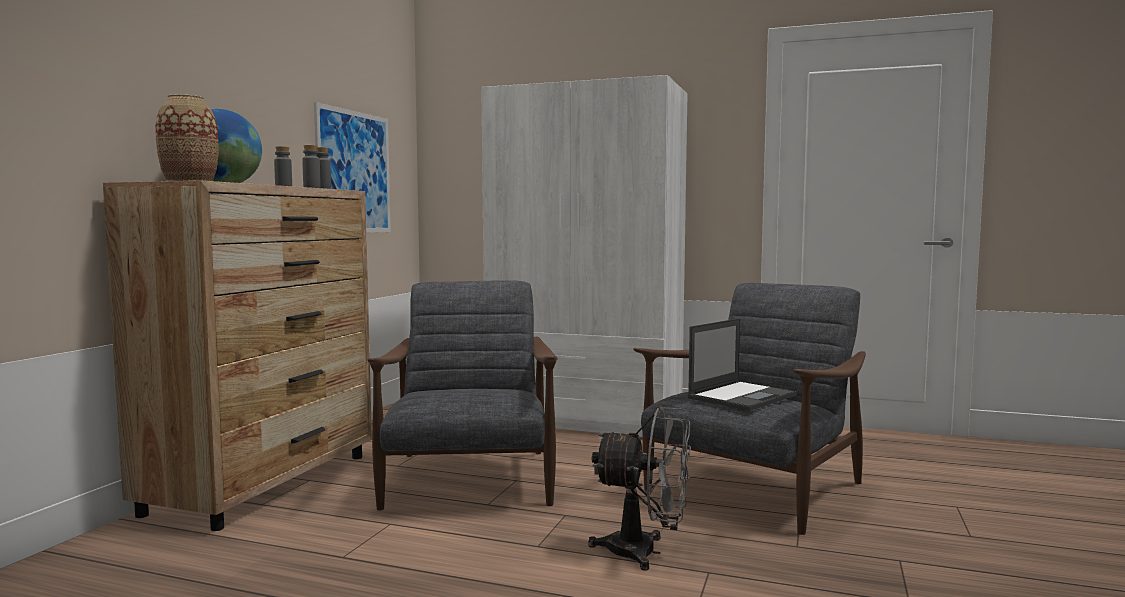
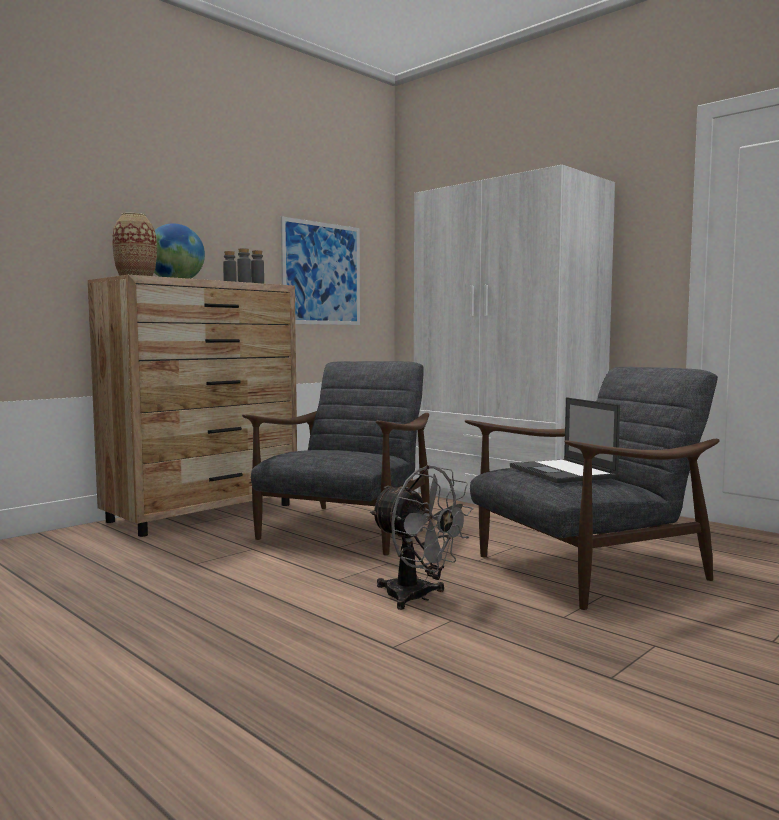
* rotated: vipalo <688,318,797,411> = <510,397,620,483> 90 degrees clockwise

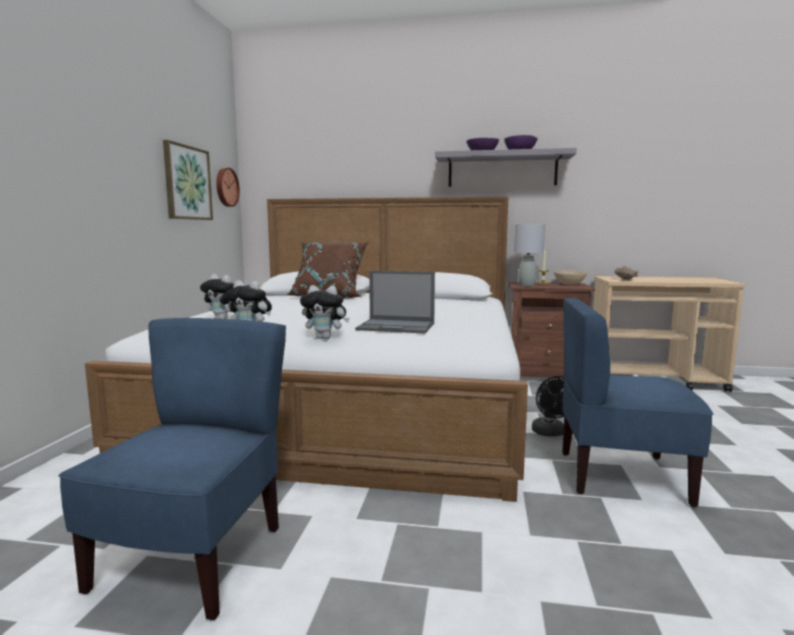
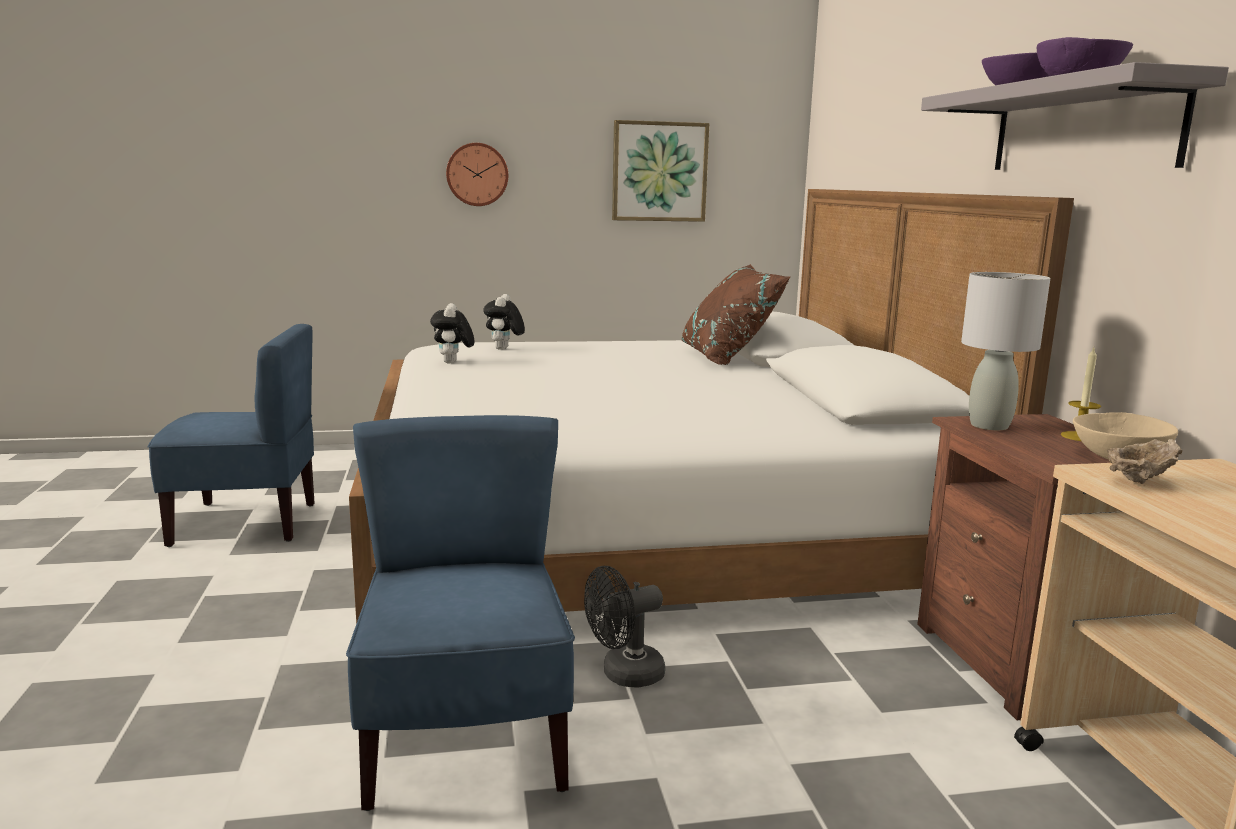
* shifted: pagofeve <216,167,240,207> to <446,143,508,206>
* gone: vipalo <355,271,435,334>
* gone: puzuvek <300,285,350,339>

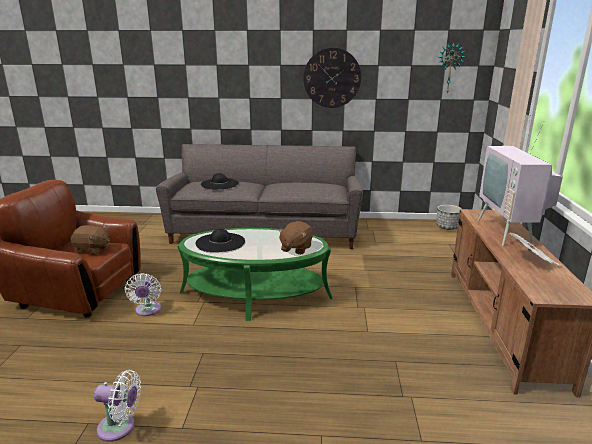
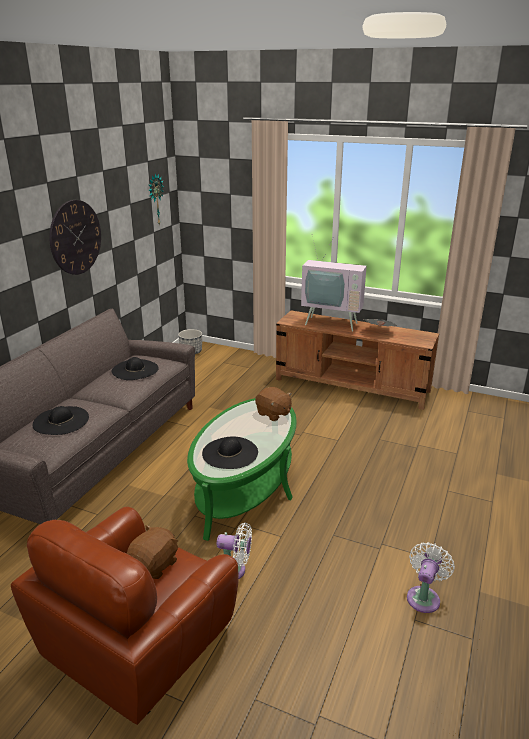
* new: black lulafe <111,357,158,380>

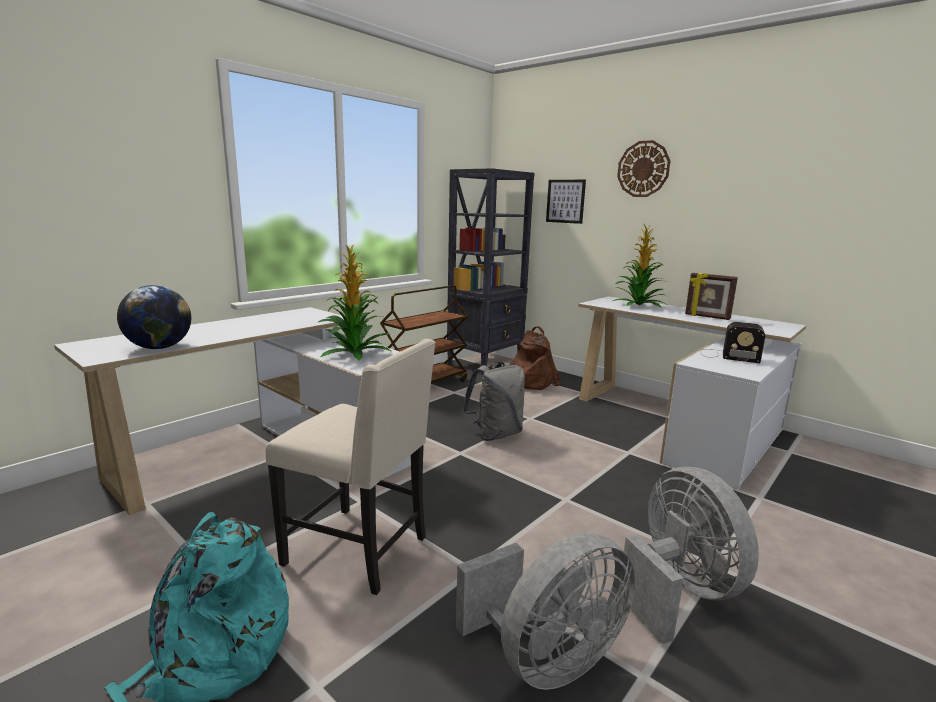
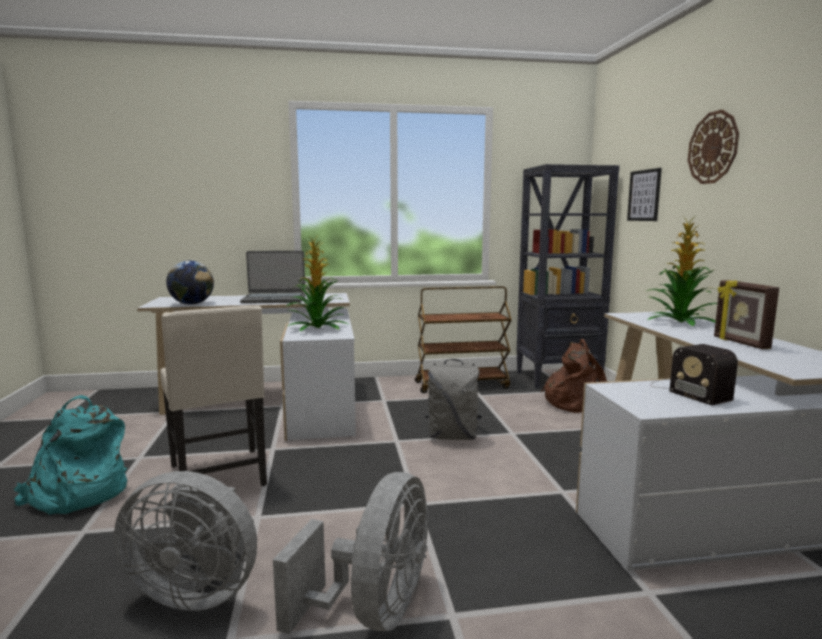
* new: vipalo <240,251,305,304>

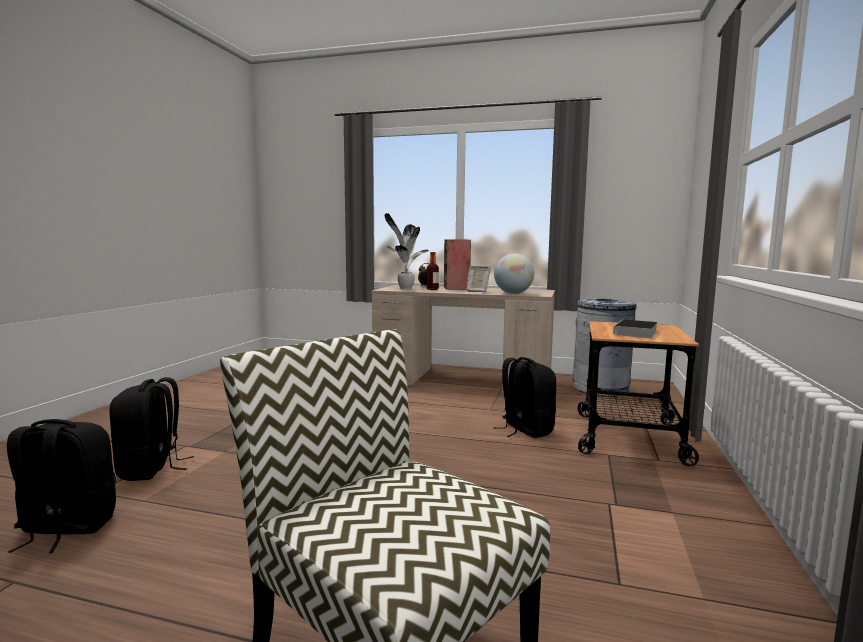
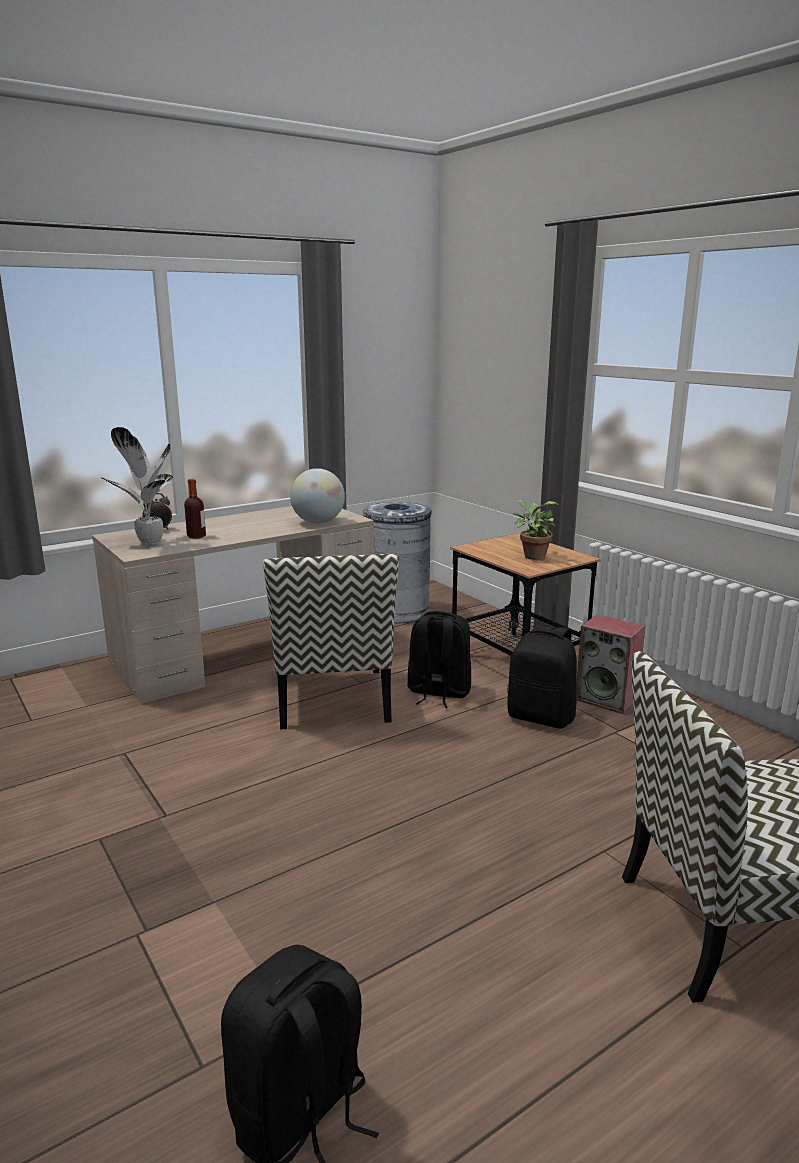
* shifted: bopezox <444,239,471,290> to <576,615,646,714>
* gone: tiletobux <466,266,491,292>
* swapped: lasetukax <613,320,658,338> to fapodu <513,499,559,560>
* shifted: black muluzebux <109,377,194,481> to <507,623,577,728>
* new: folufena <263,554,399,730>

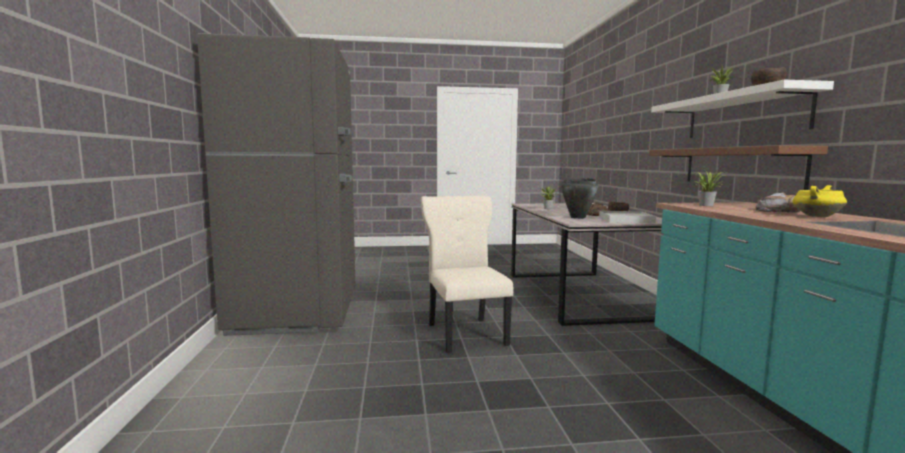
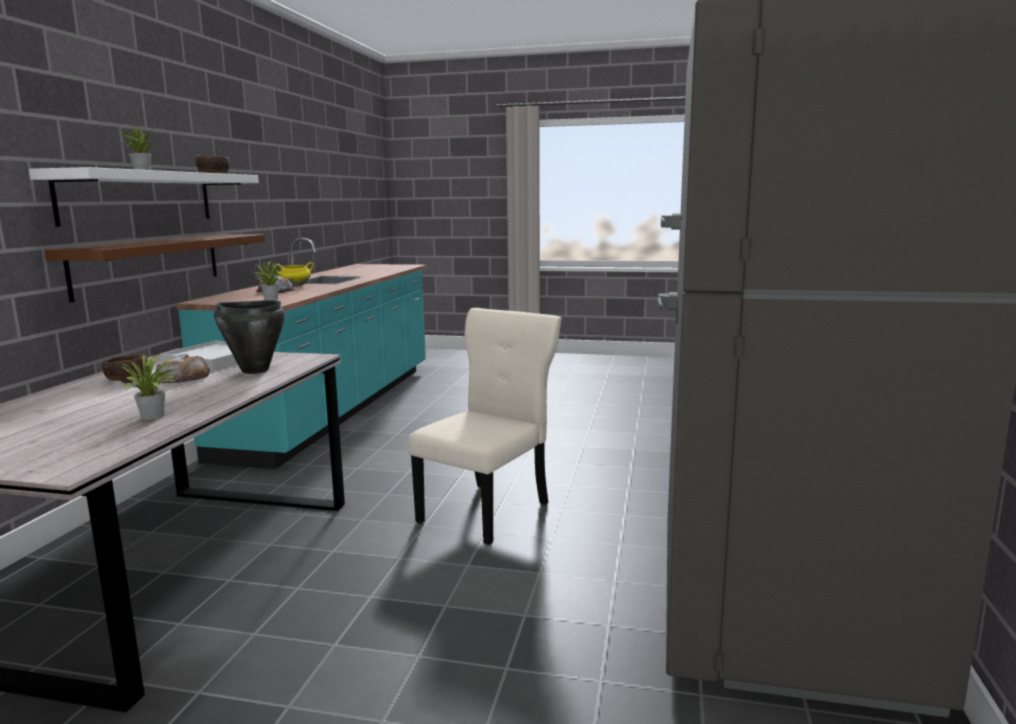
* rotated: beige folufena <421,196,514,353> = <408,308,561,545> 150 degrees counterclockwise

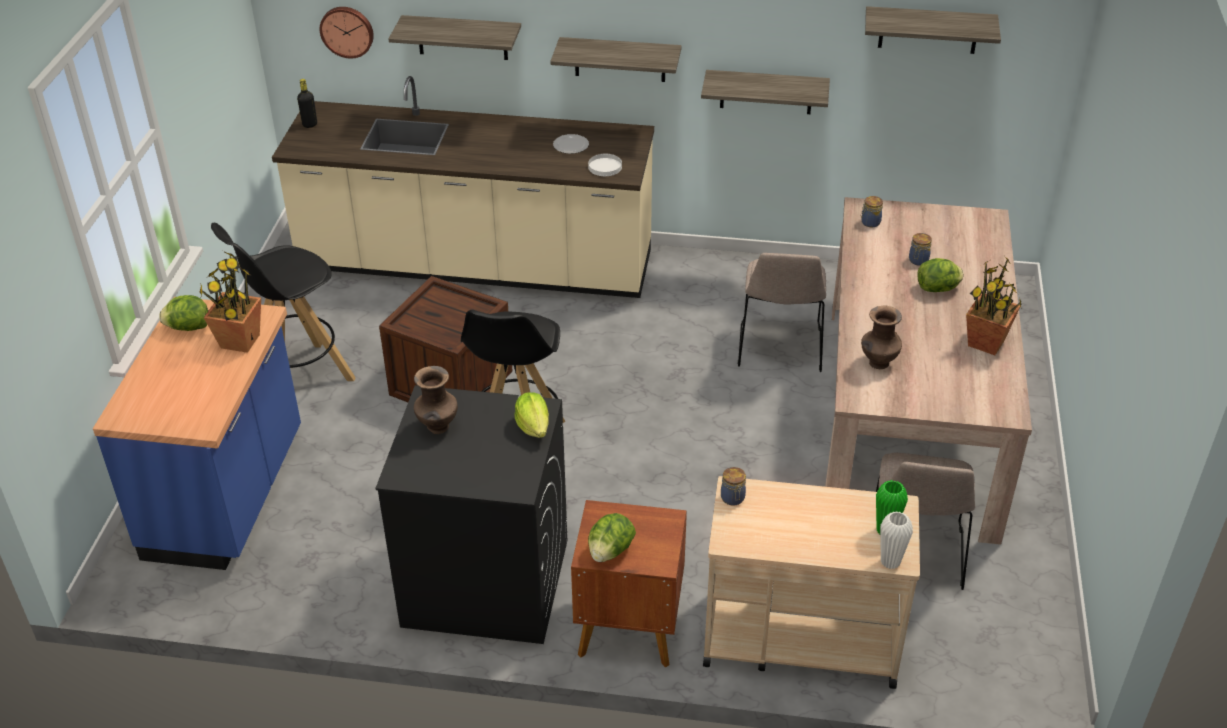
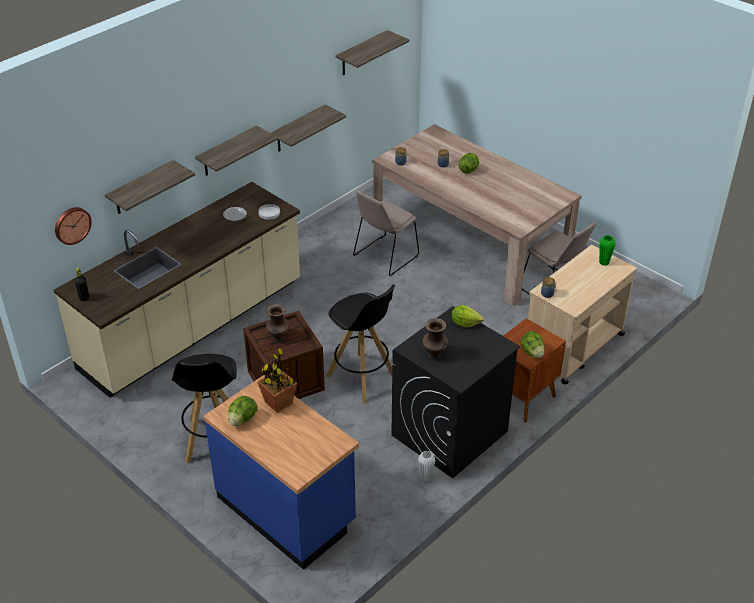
* rotated: beige folufena <738,253,826,372> = <353,190,419,276> 90 degrees clockwise
* gone: fapodu <966,254,1022,355>
* shifted: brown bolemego <861,306,902,369> to <266,304,290,341>
* shifted: white bolemego <880,511,913,569> to <418,451,435,481>

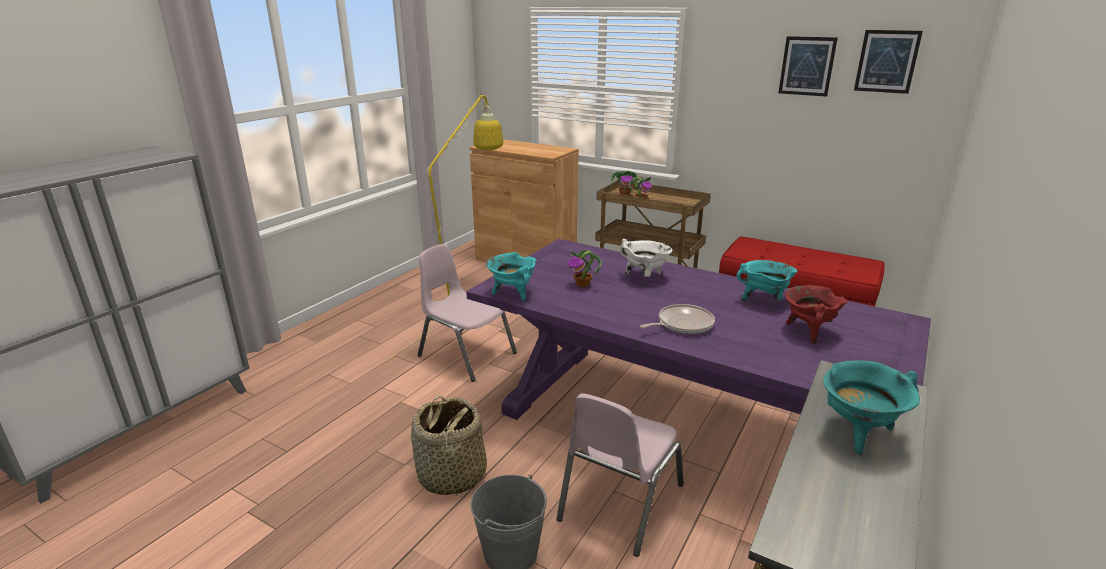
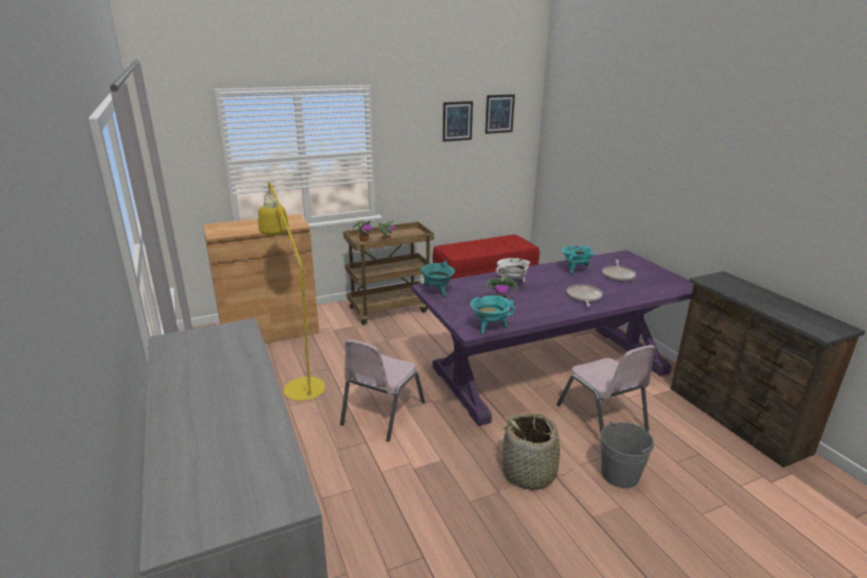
* rotated: pink folufena <418,244,517,382> = <340,340,425,441> 45 degrees counterclockwise
* swapped: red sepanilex <785,285,847,344> to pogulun <602,259,636,281>
* shifted: turquoise sepanilex <823,360,920,455> to <420,261,455,297>

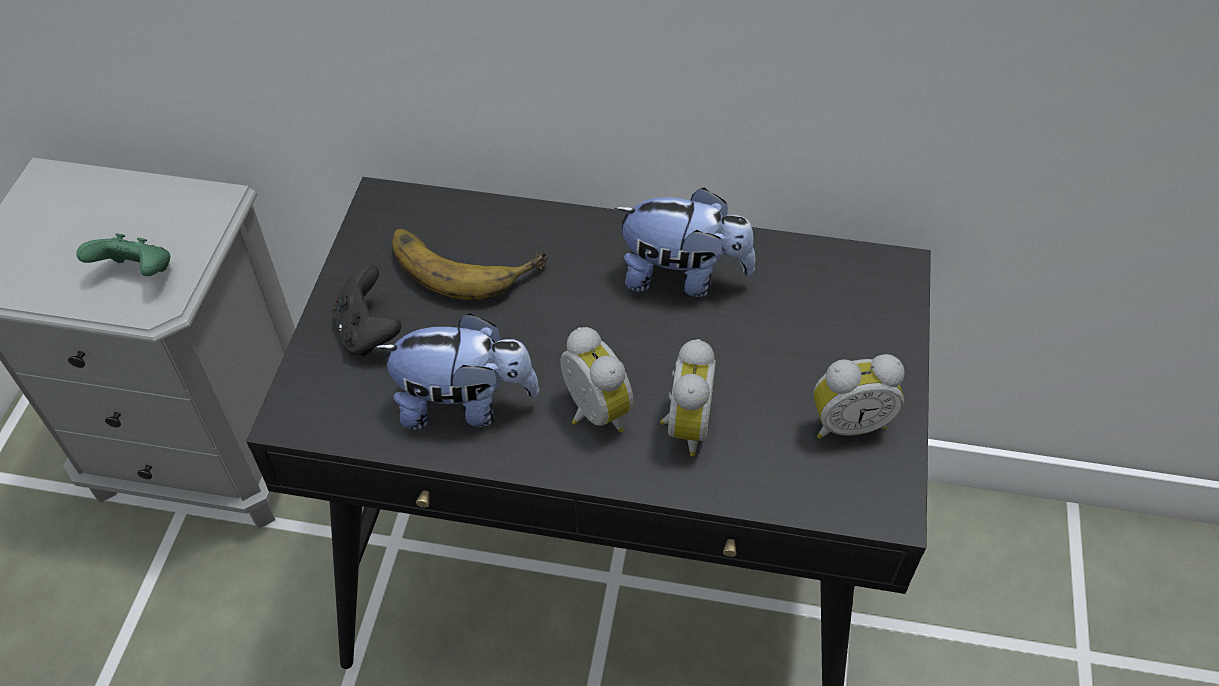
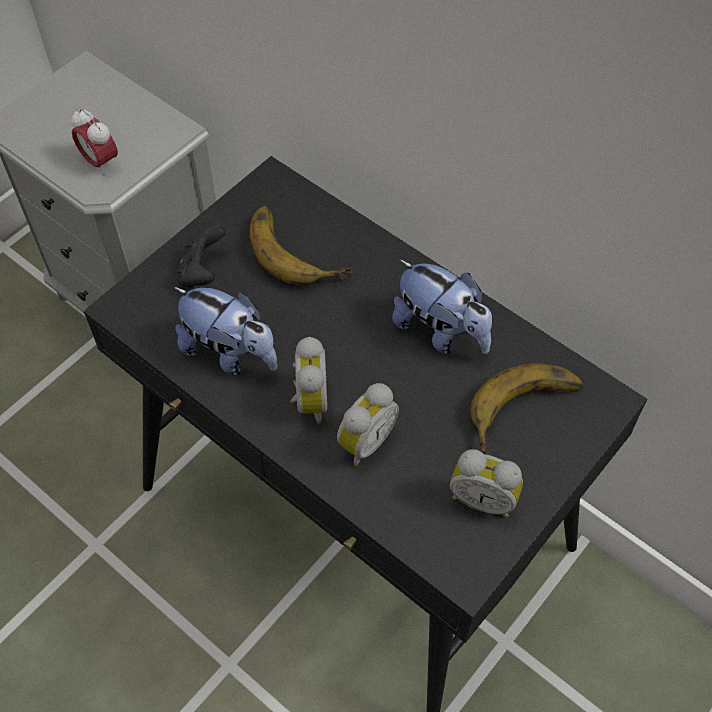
* swapped: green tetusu <76,233,170,276> to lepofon <72,108,118,175>
* new: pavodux <470,363,583,456>

